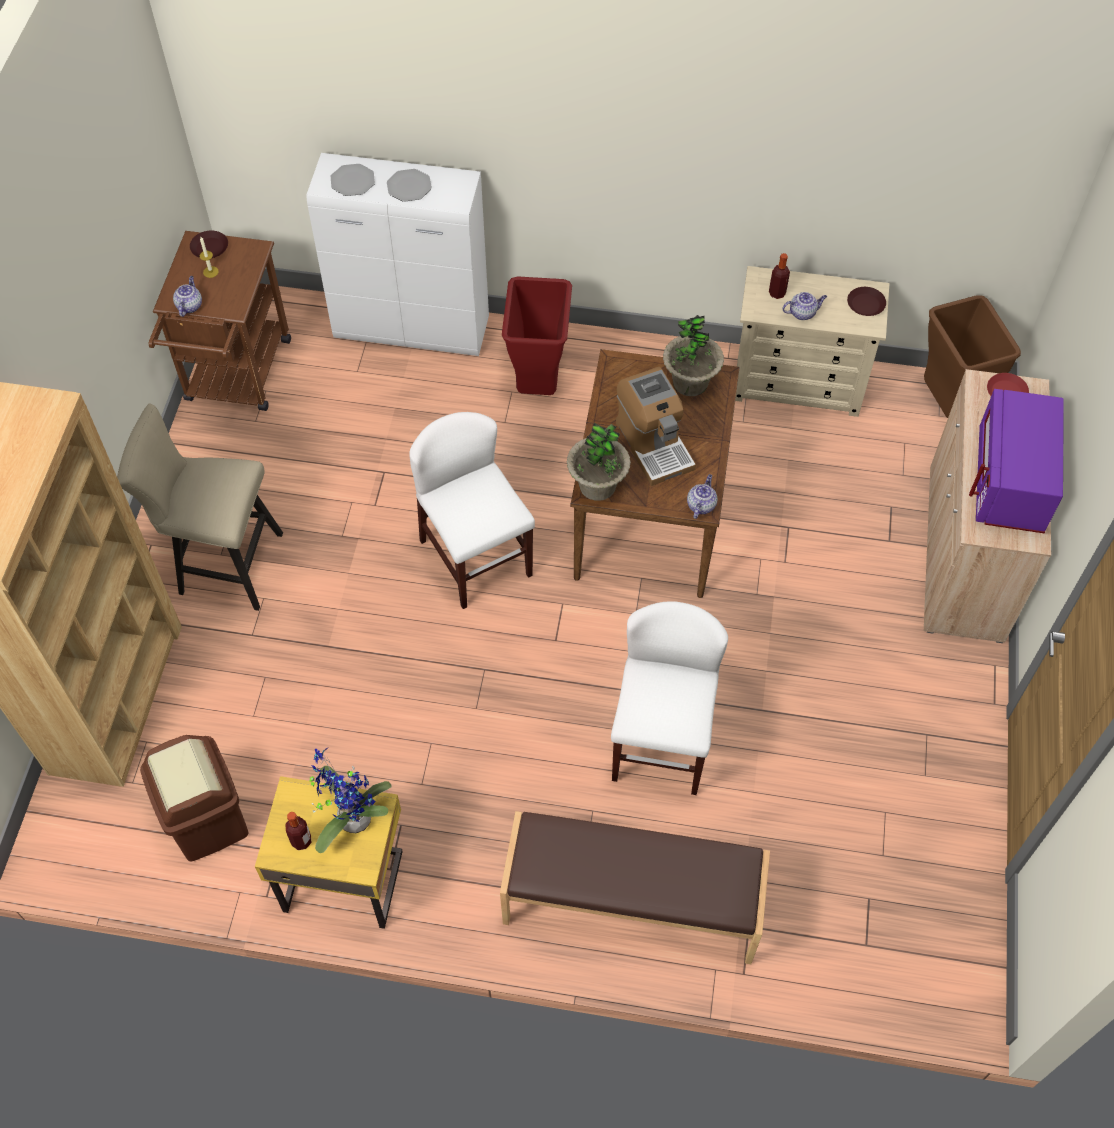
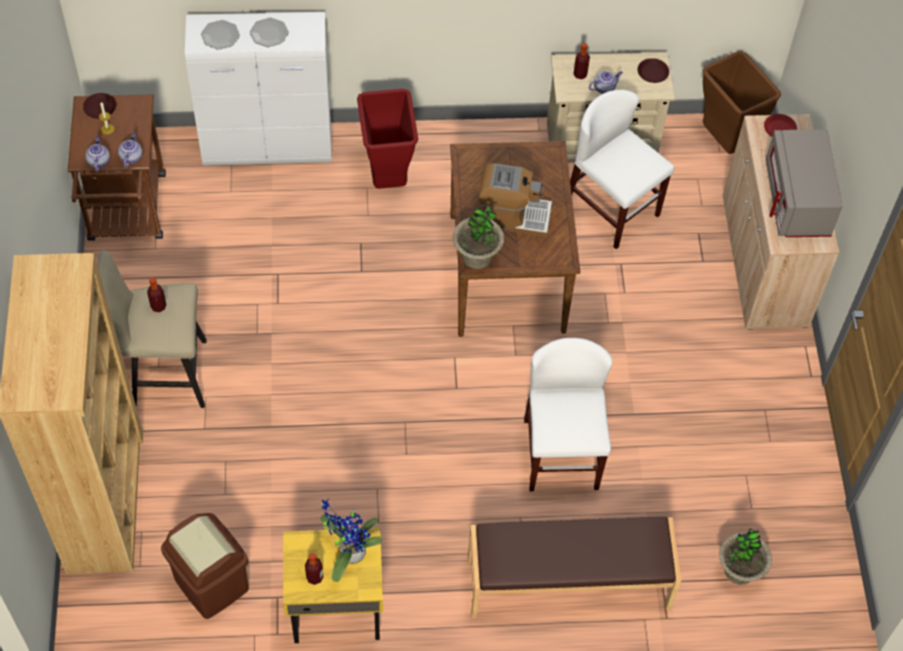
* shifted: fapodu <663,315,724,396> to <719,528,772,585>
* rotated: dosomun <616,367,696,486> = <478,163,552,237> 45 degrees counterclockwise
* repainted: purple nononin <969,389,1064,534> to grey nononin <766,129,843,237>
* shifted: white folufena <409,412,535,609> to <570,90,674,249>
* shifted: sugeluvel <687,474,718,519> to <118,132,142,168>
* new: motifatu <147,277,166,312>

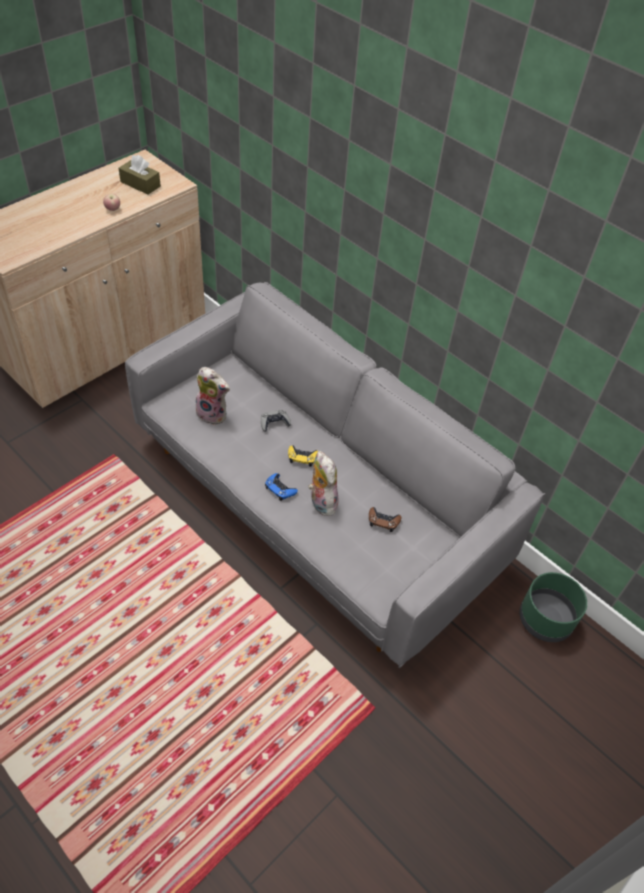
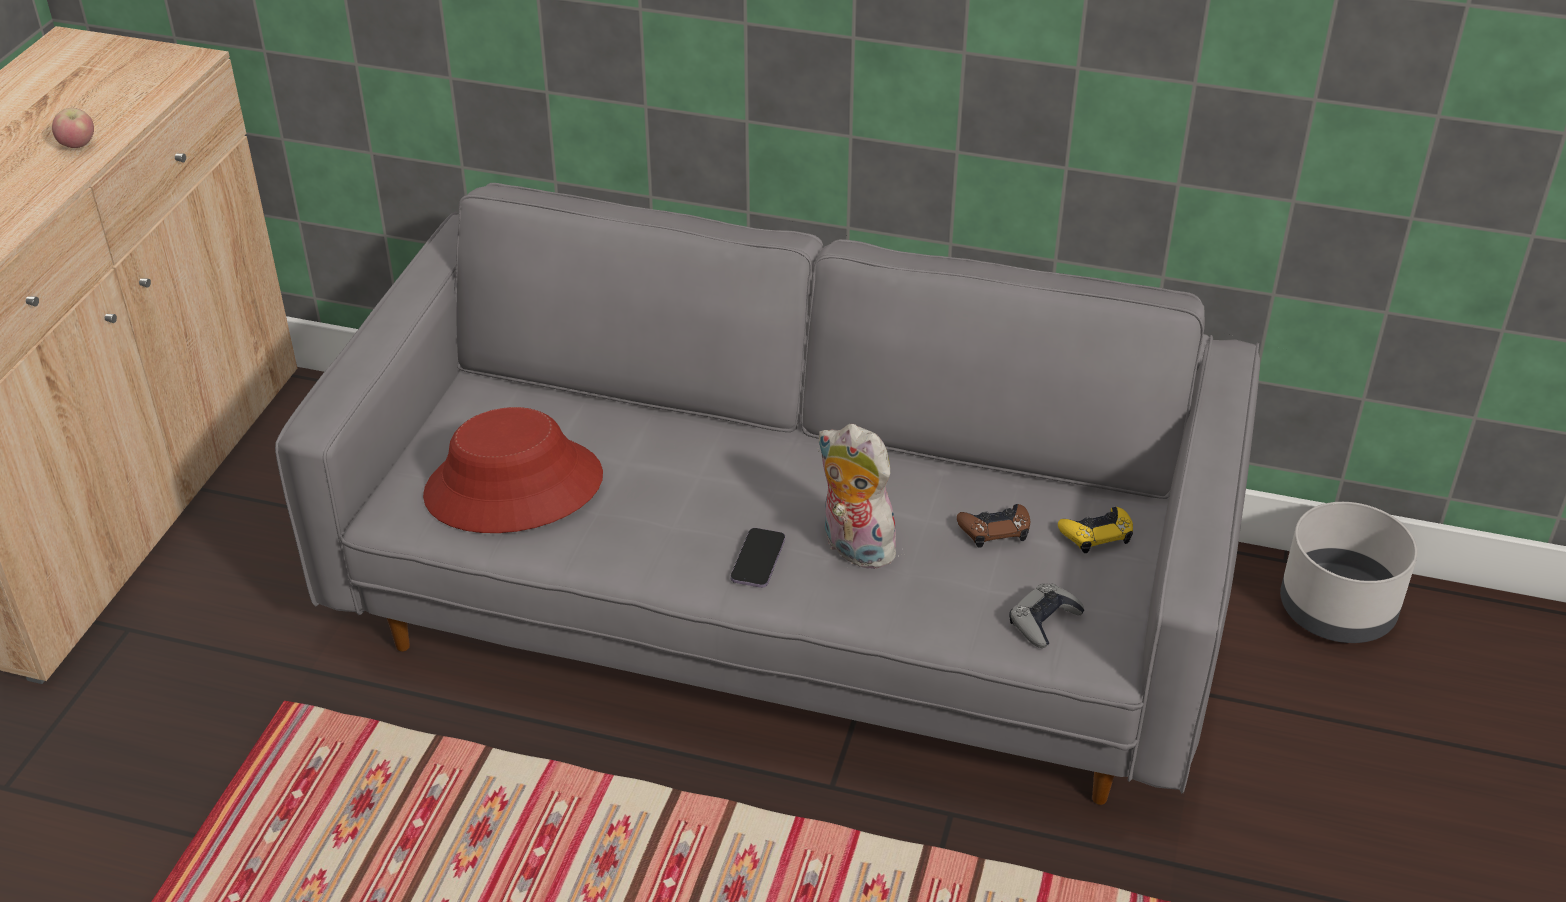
* gone: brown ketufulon <119,155,161,195>
* swapped: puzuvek <196,367,230,425> to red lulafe <423,407,603,533>
* shifted: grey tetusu <261,410,291,432> to <1009,583,1084,648>
* shifted: yellow tetusu <288,445,318,467> to <1058,507,1133,553>
* swapped: blue tetusu <265,473,298,501> to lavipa <731,528,785,588>
* repainted: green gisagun <519,572,587,642> to grey gisagun <1280,502,1418,643>

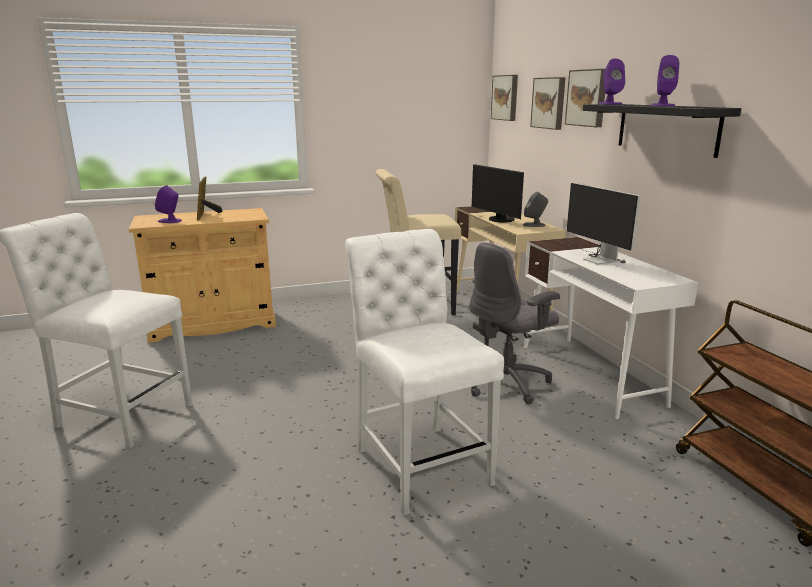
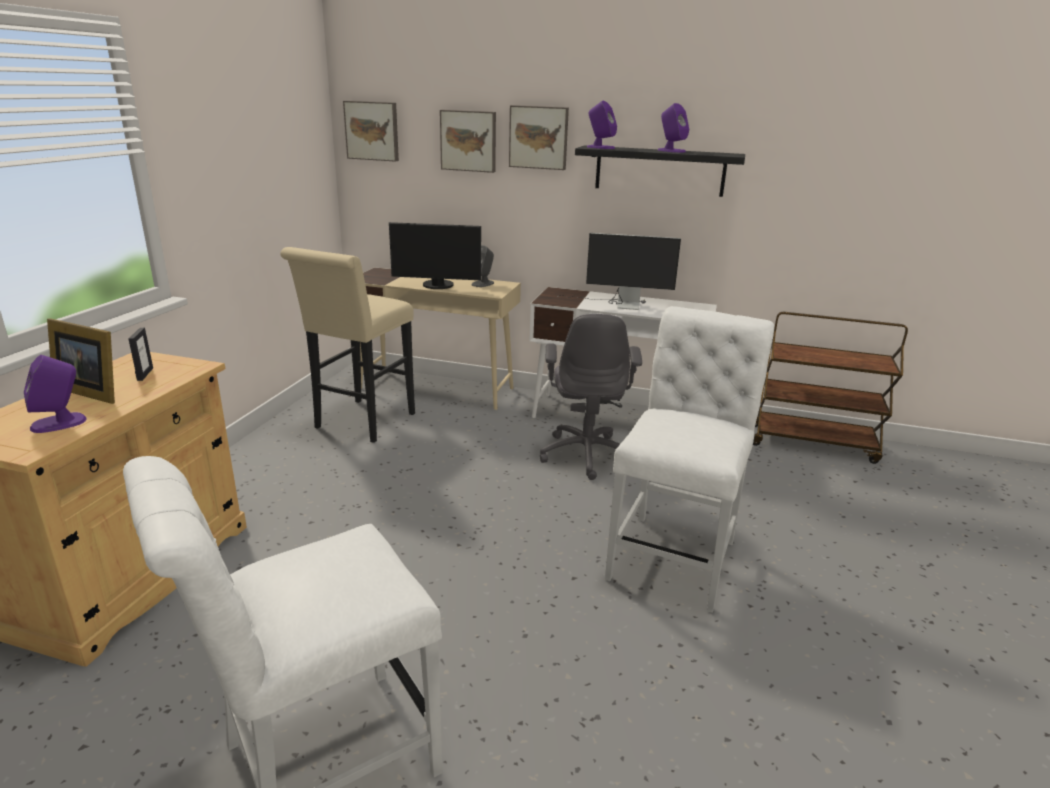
* rotated: white folufena <345,229,504,515> = <605,306,774,613> 105 degrees clockwise
* new: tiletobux <128,328,153,381>

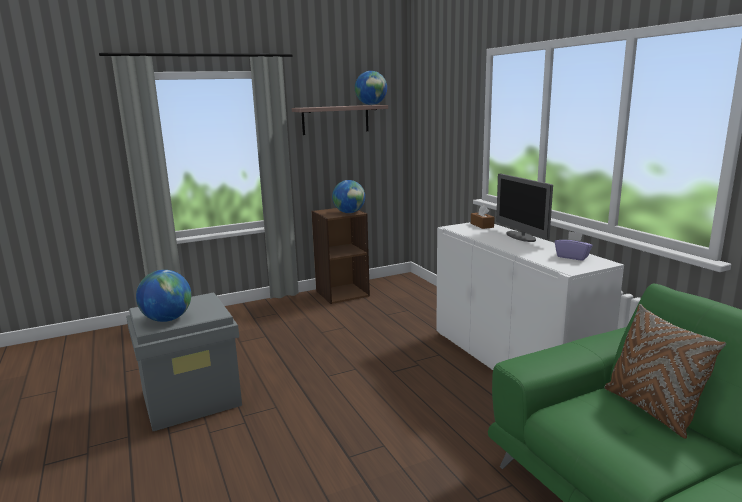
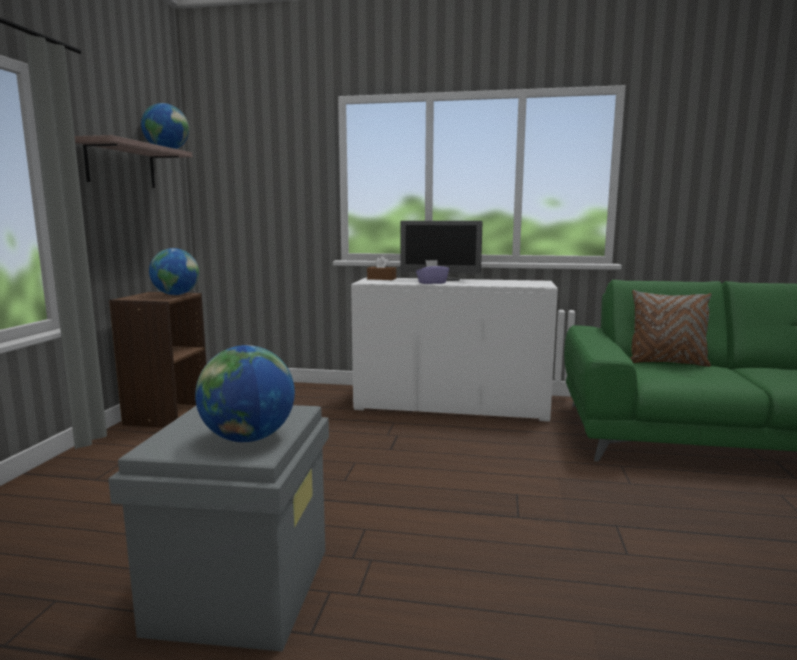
* shifted: purple ketufulon <555,231,593,261> to <416,260,449,284>

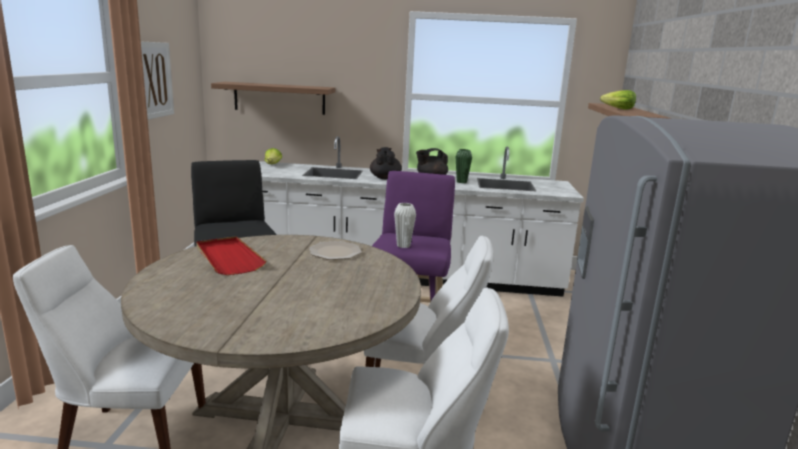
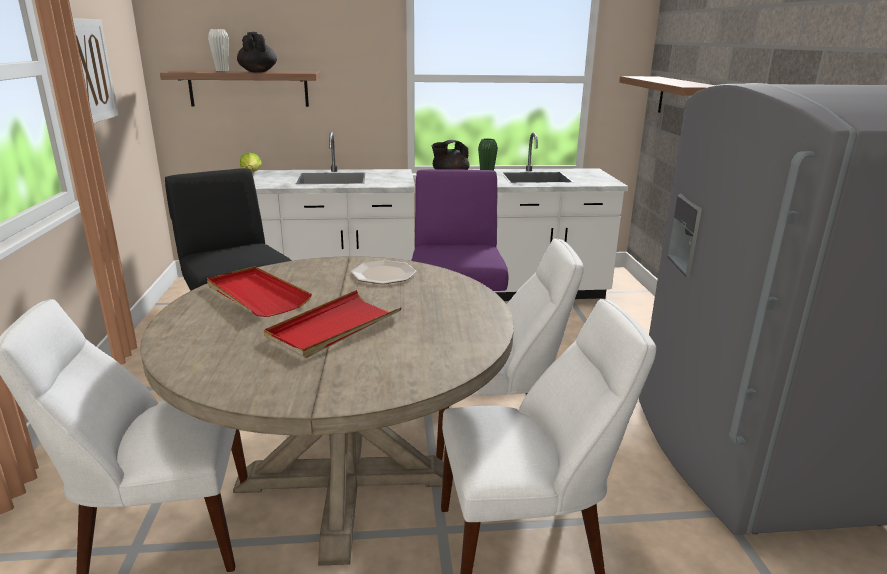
* gone: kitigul <600,90,636,110>
* shifted: black sugeluvel <370,147,402,179> to <237,32,277,72>
* shifted: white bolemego <394,203,416,248> to <208,29,229,71>
* new: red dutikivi <264,290,402,358>

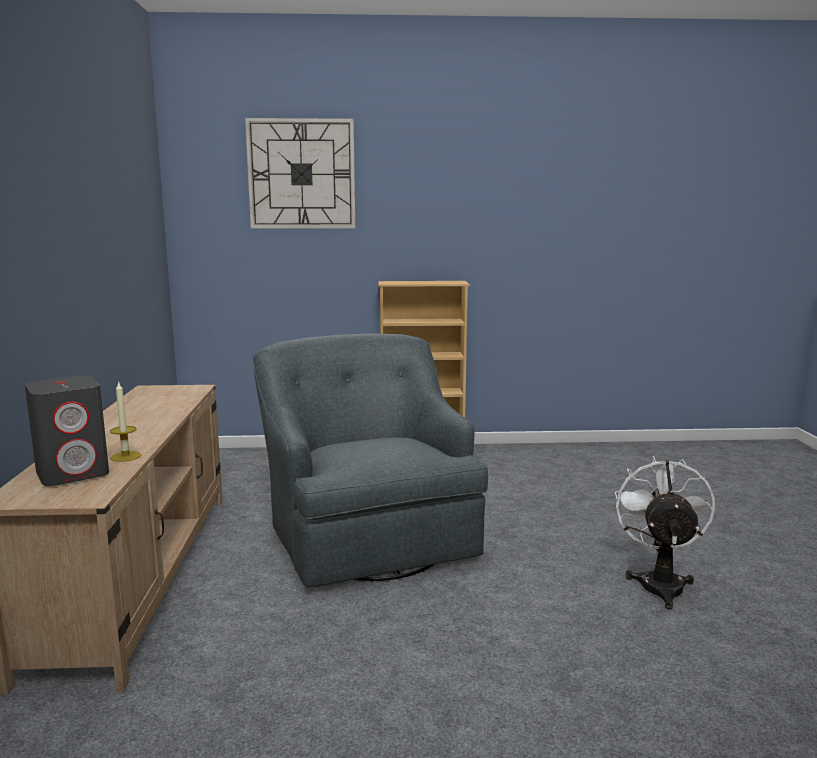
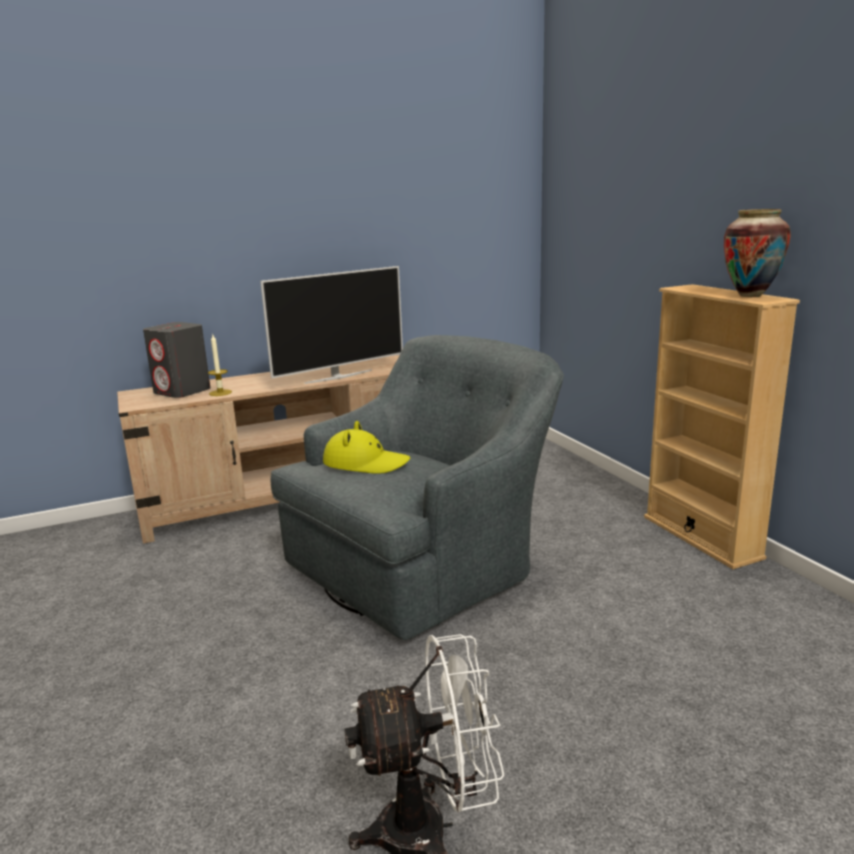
* gone: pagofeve <245,118,356,229>
* new: bolemego <724,209,791,297>
* new: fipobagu <260,266,403,384>
* new: yellow lulafe <323,421,410,474>

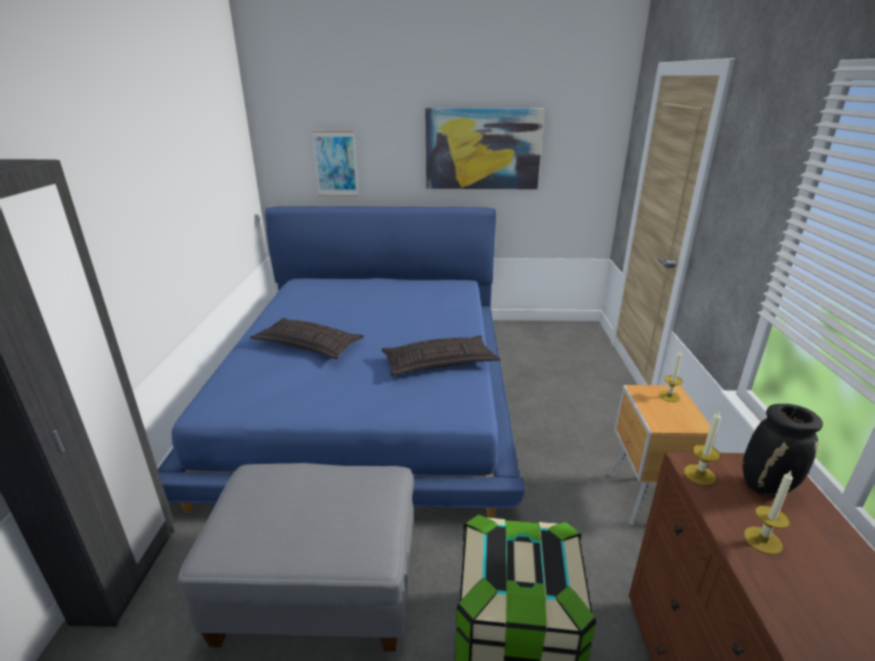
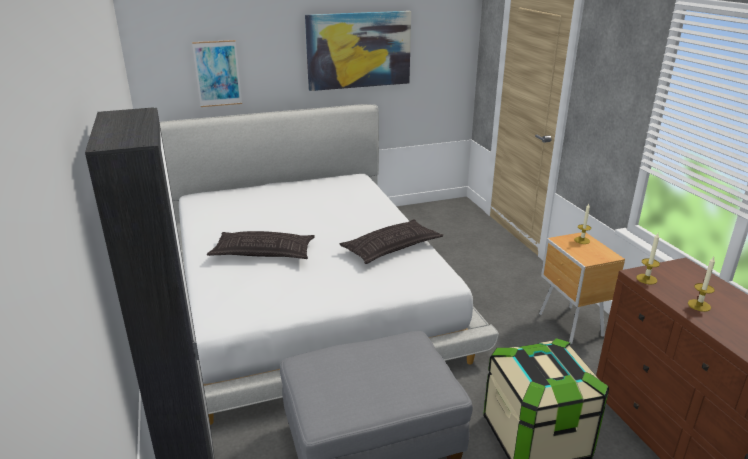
* repainted: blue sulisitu <158,206,525,518> to white sulisitu <160,104,499,425>
* gone: black bolemego <743,404,823,496>

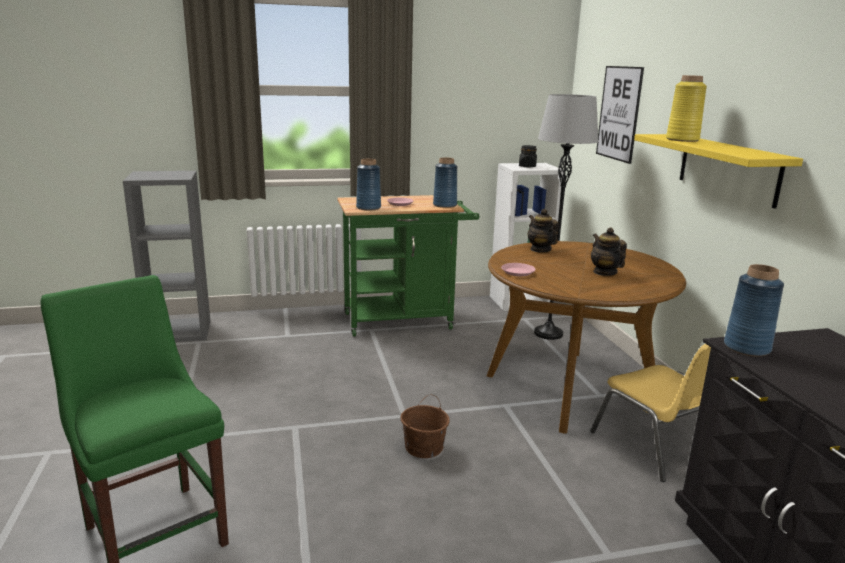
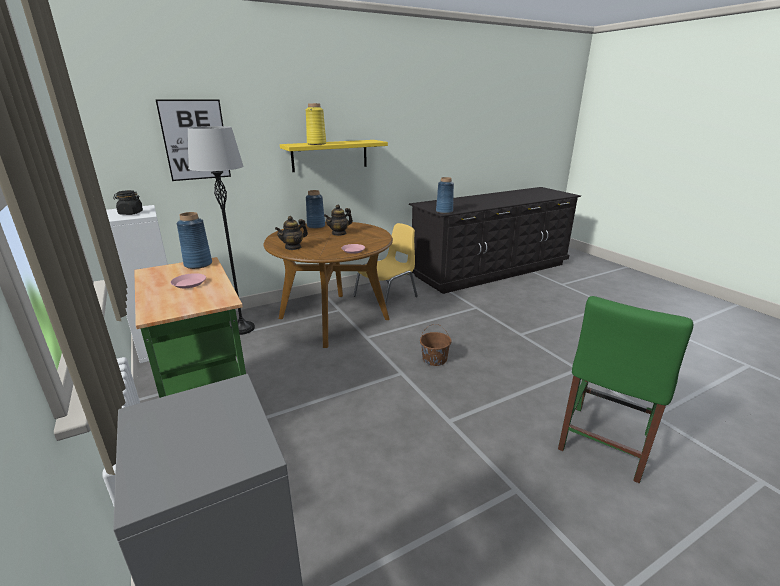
* shifted: blue bolemego <356,159,381,210> to <306,190,325,229>

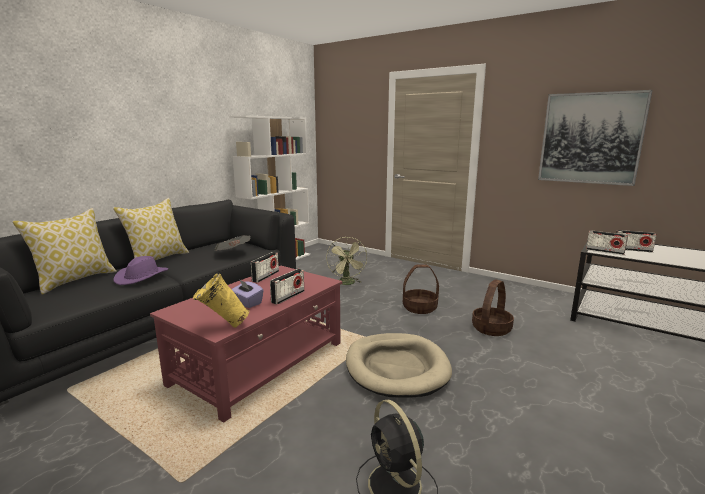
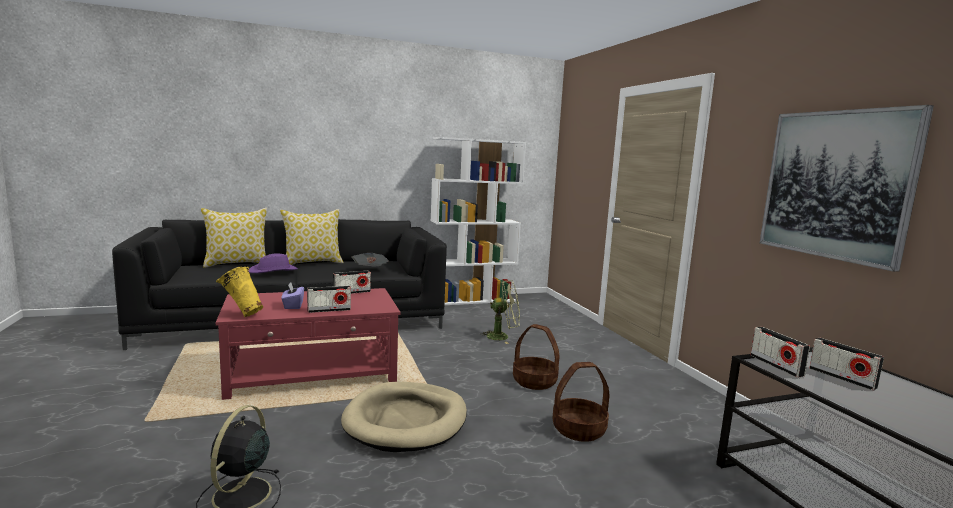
* rotated: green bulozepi <326,237,367,285> = <480,280,520,344> 120 degrees counterclockwise

